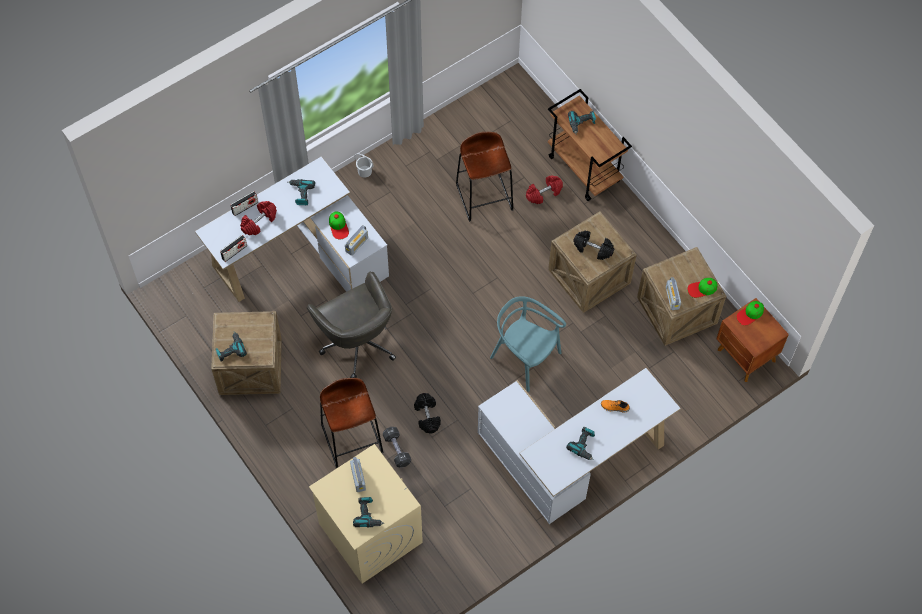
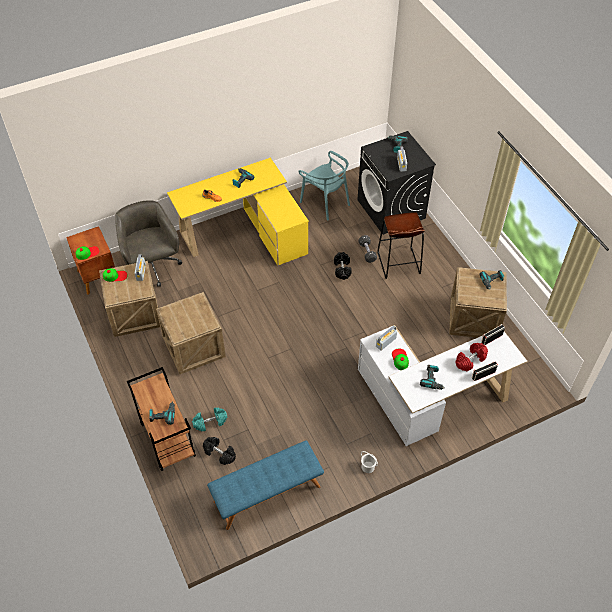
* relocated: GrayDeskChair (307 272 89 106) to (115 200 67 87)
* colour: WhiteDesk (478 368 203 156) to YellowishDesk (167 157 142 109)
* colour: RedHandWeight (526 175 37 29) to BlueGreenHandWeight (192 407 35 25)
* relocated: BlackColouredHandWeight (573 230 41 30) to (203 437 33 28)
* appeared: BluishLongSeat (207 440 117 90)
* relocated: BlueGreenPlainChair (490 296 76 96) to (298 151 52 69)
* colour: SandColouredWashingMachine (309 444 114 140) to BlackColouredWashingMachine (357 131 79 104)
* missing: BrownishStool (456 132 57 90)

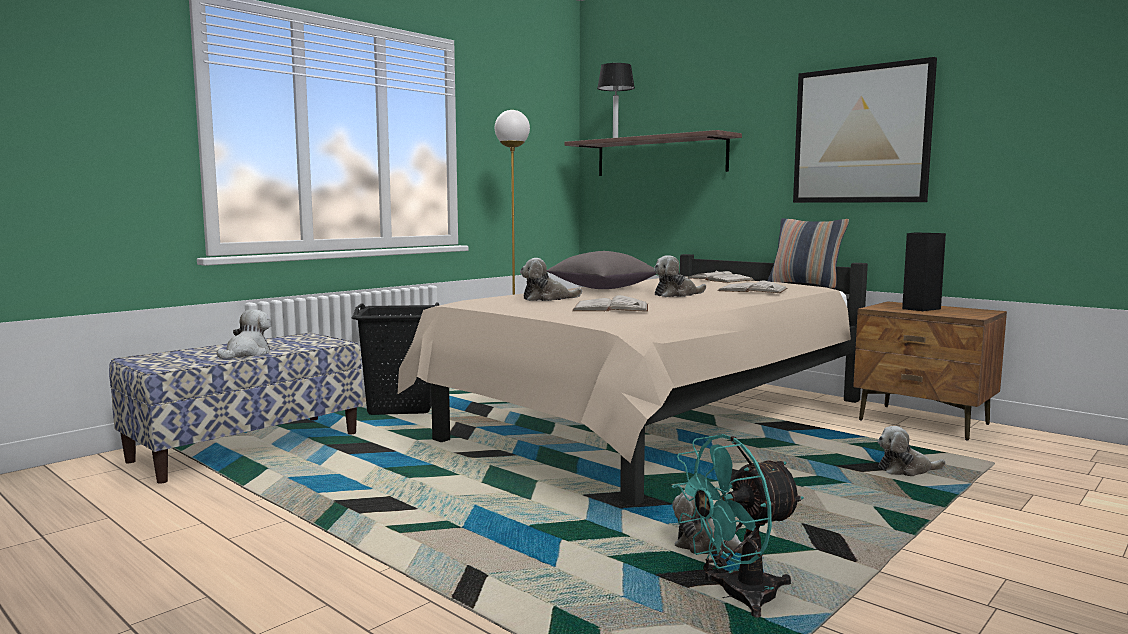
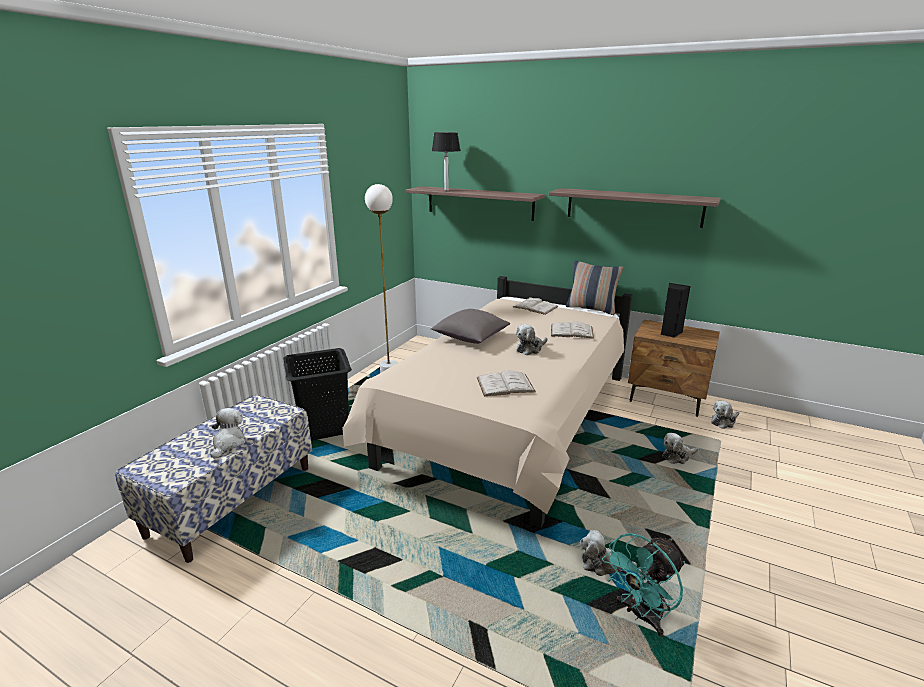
* exchanged: WallArt (793 57 144 146) to WallShelf (549 188 172 40)
* relocated: PlushToy (520 258 62 43) to (711 401 28 28)

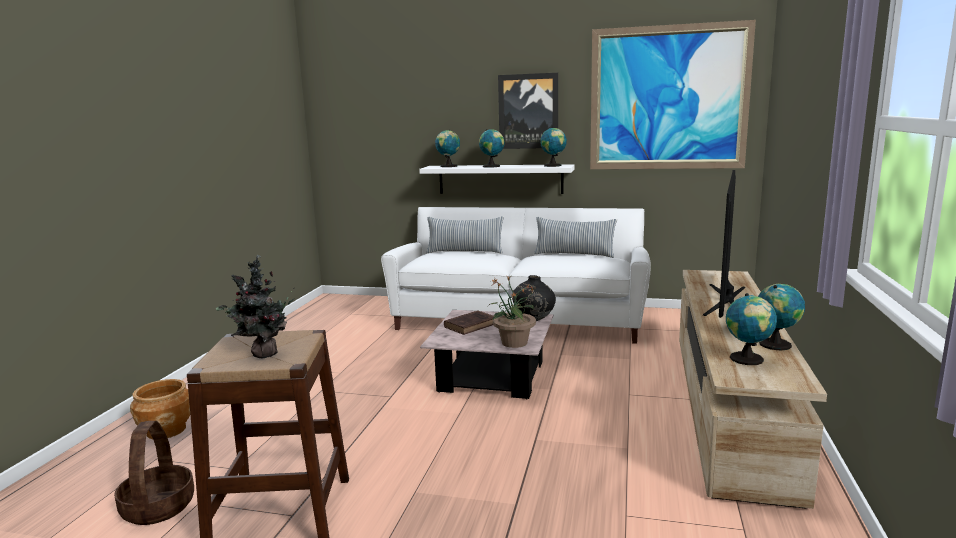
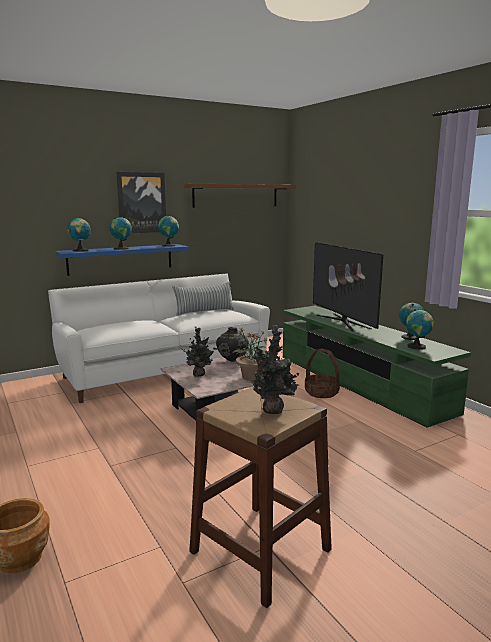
* colour: WhiteWallShelf (419 164 156 30) to BluishWallShelf (55 244 134 32)
* exchanged: BrownishBoundBook (444 310 50 25) to Houseplant (182 327 36 49)
* exchanged: WallArt (590 20 166 149) to BrownishWallShelf (184 184 112 24)
* colour: SandColouredMediaConsole (679 270 148 239) to GreenColouredMediaConsole (283 306 188 122)
* relocated: Basket (114 421 80 104) to (305 349 35 49)
* missing: Cushion (426 216 78 38)

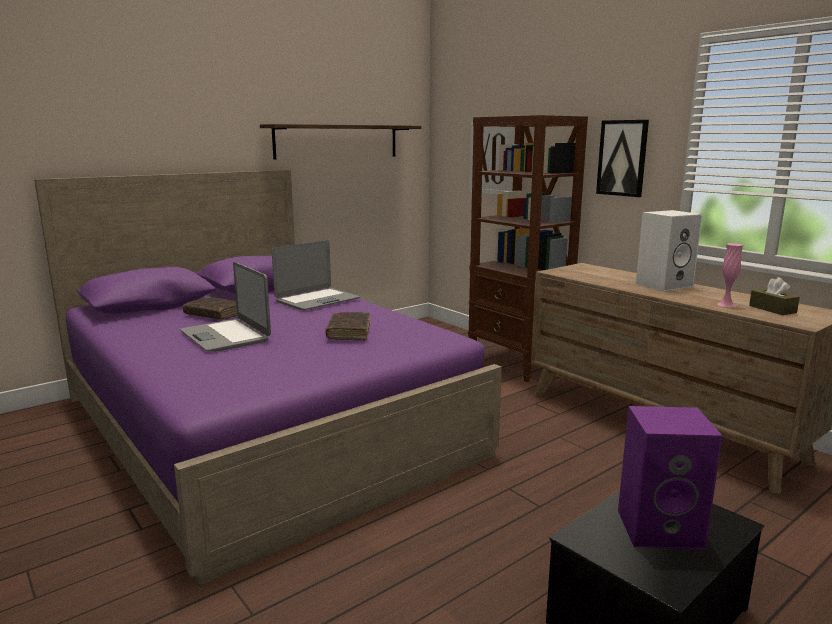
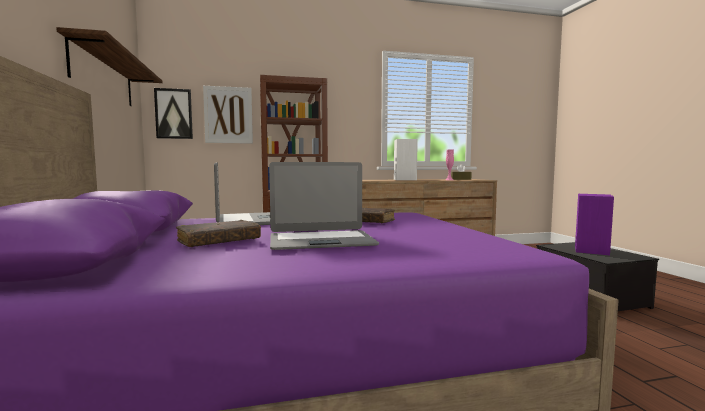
* relocated: WallArt (596 120 53 77) to (154 88 39 51)

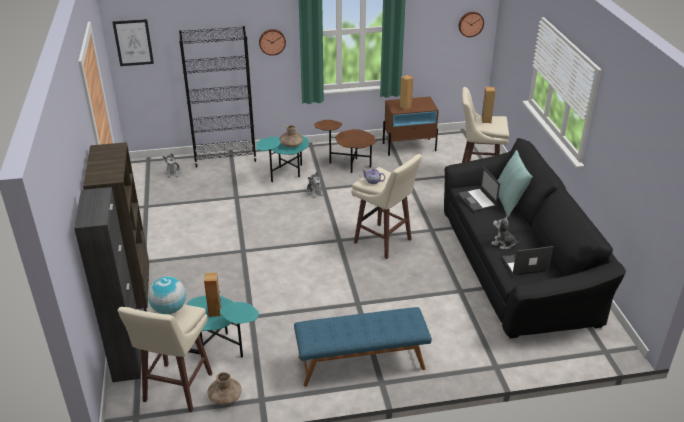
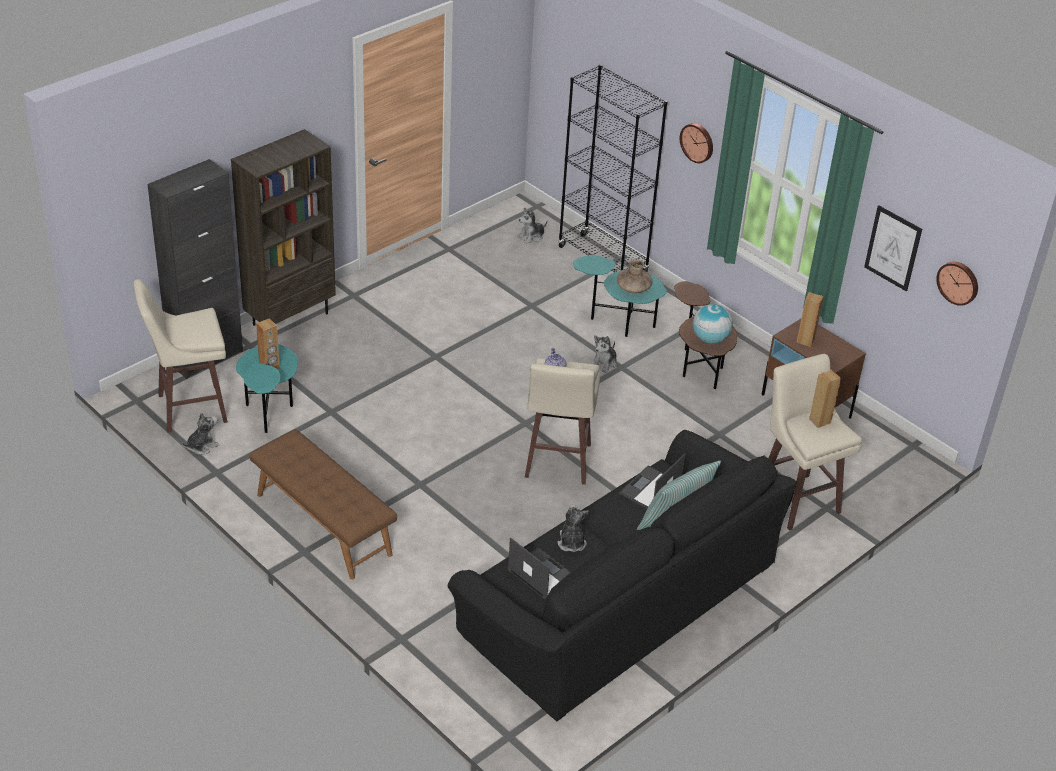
* exchanged: BrownishVase (207 372 35 33) to PlushToy (182 412 37 43)
* colour: BluishLongSeat (294 307 138 80) to BrownishLongSeat (249 429 148 150)
* relocated: WorldGlobe (148 276 38 38) to (693 304 40 40)
* relocated: WallArt (112 19 42 47) to (864 205 58 86)

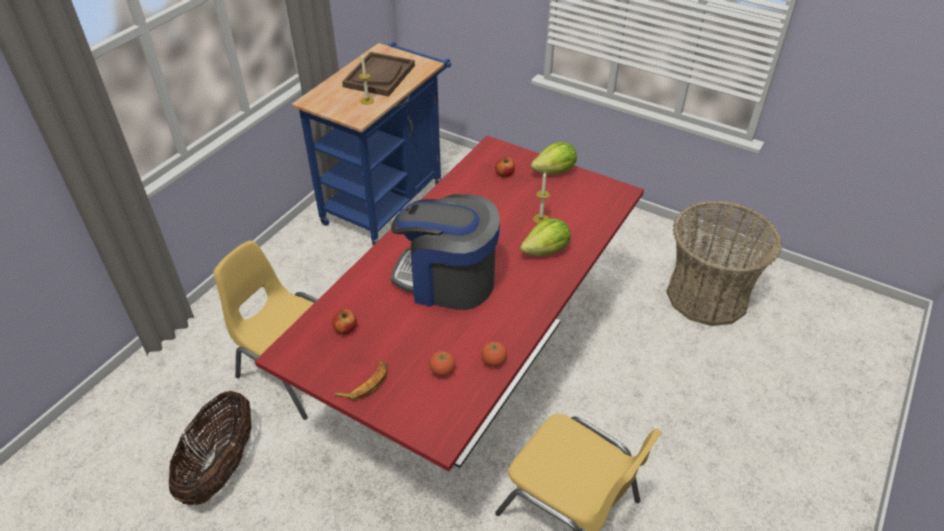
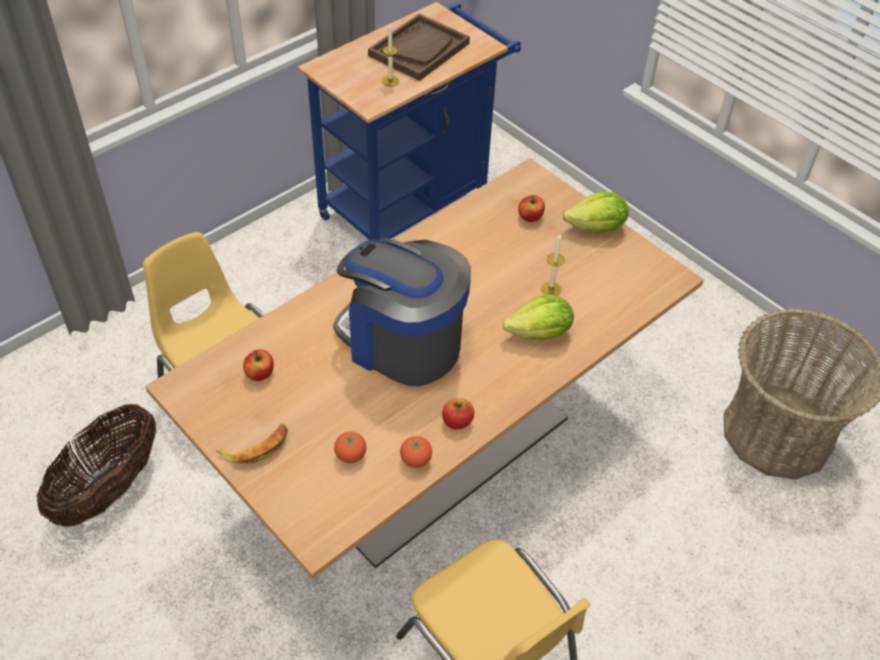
* colour: RedKitchenTable (255 136 389 336) to SandColouredKitchenTable (145 158 559 421)
* appeared: Apple (442 398 32 31)

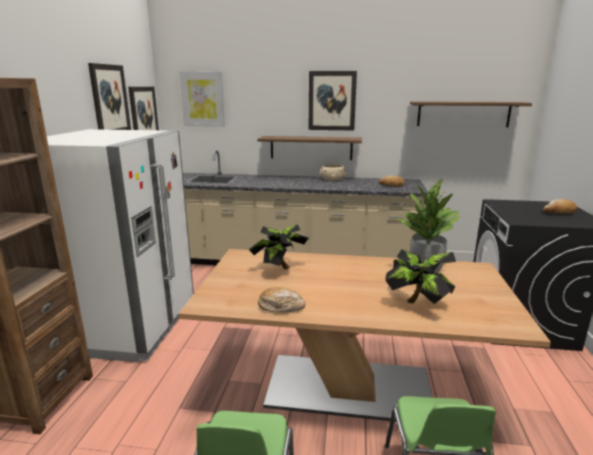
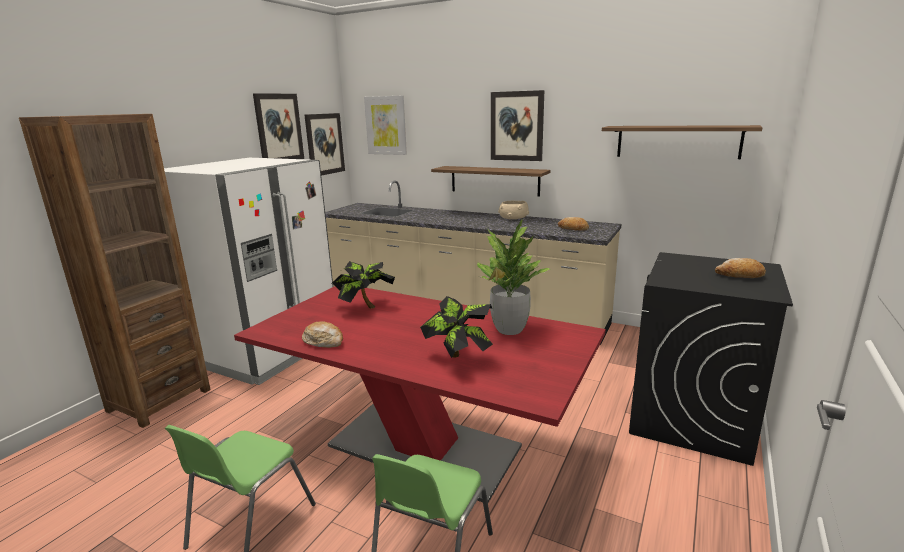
* colour: SandColouredKitchenTable (179 249 372 173) to RedKitchenTable (234 286 372 217)

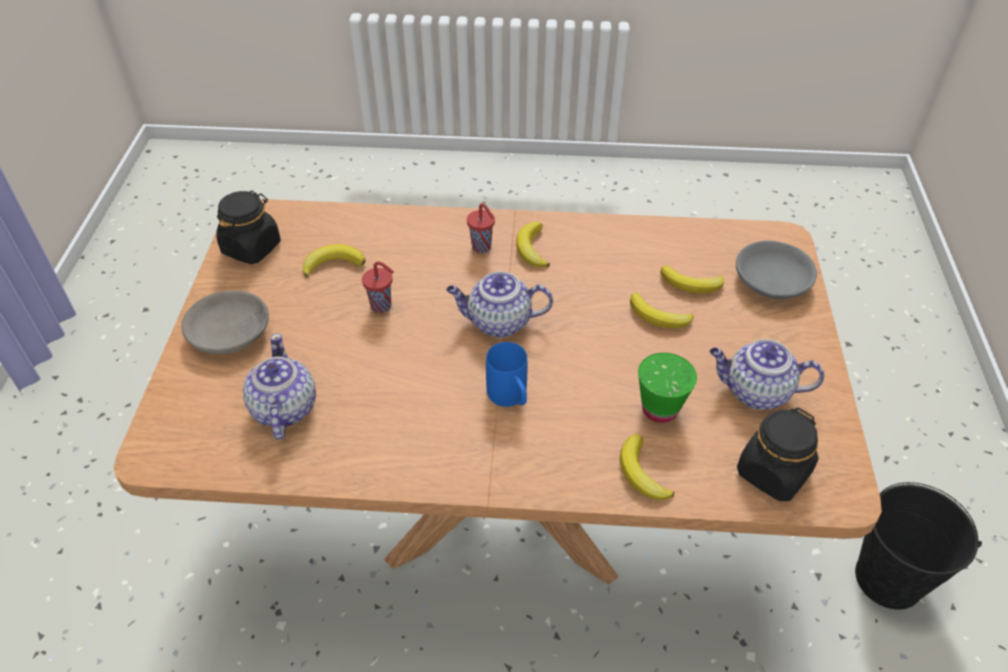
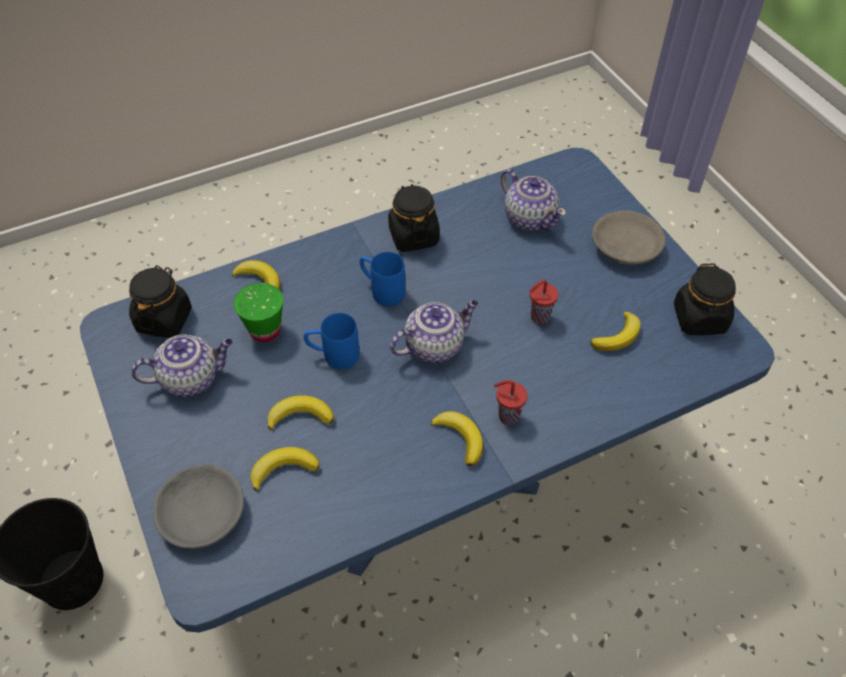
* colour: BrownishKitchenTable (114 199 768 386) to BluishKitchenTable (80 148 695 485)
* appeared: BluishTeaMug (304 313 55 56)
* appeared: BlackColouredStorageJar (388 184 52 68)

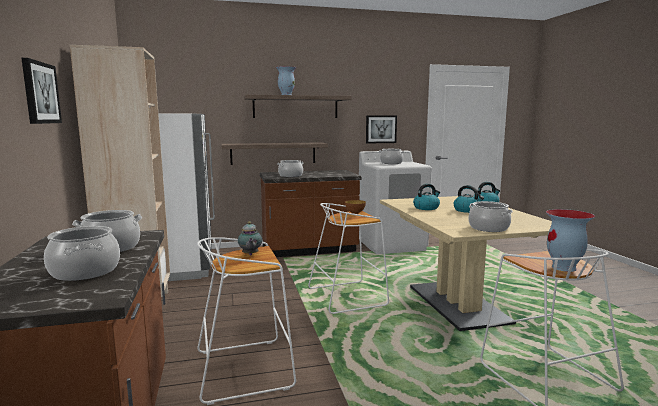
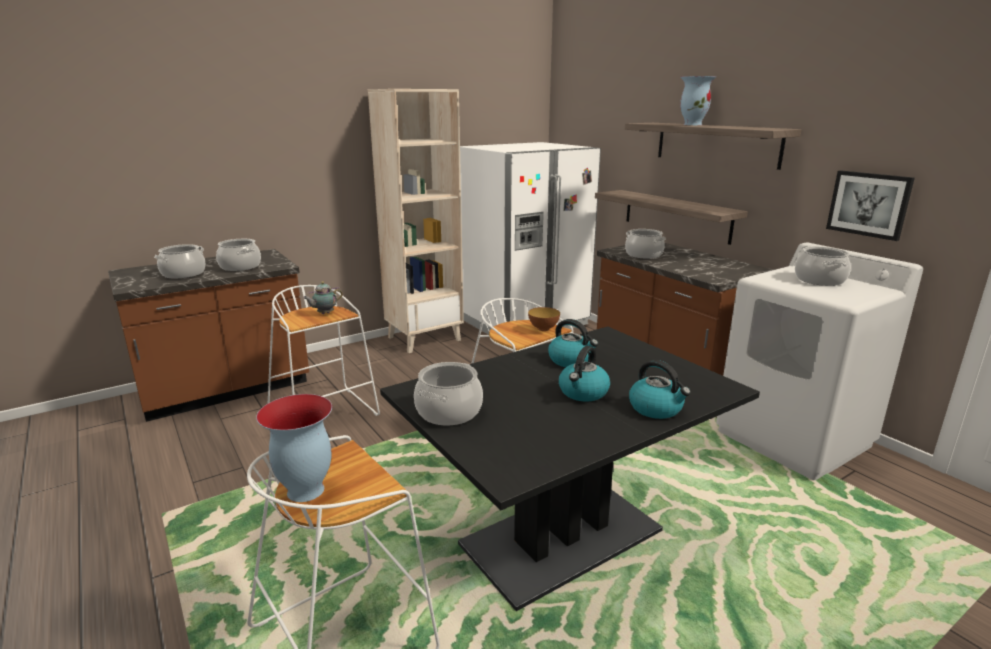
* colour: SandColouredKitchenTable (380 196 172 135) to BlackColouredKitchenTable (380 326 380 285)
* missing: WallArt (21 58 41 66)

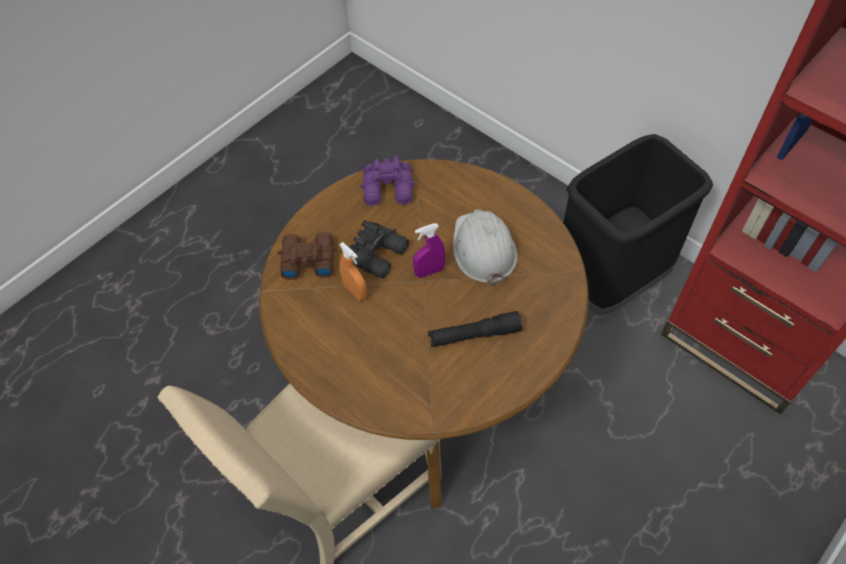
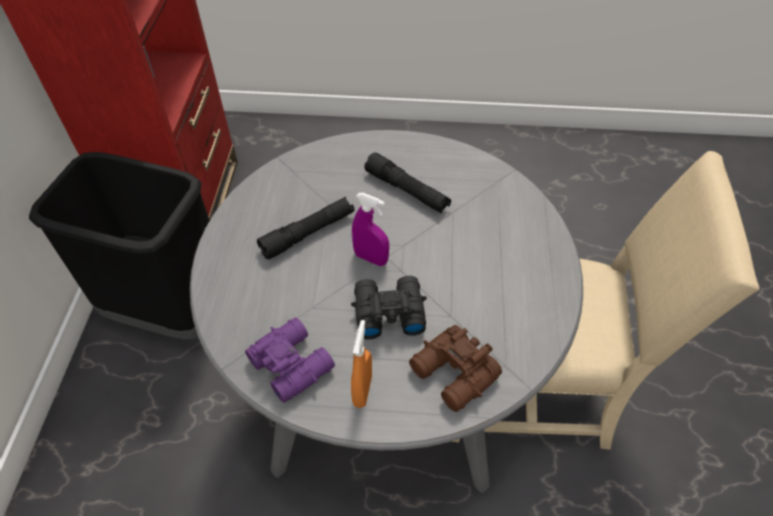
* colour: BrownishKitchenTable (259 159 330 349) to GrayKitchenTable (190 130 393 363)
* exchanged: WhiteWorkHelmet (453 209 64 77) to BlackColouredFlashlight (257 197 97 63)
* relocated: OrangeColouredSprayBottle (339 242 28 59) to (351 320 21 88)

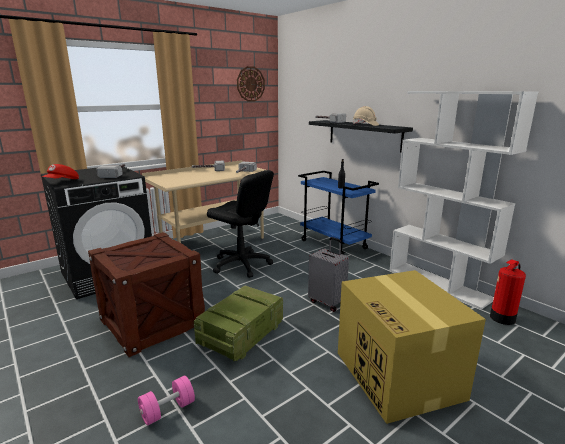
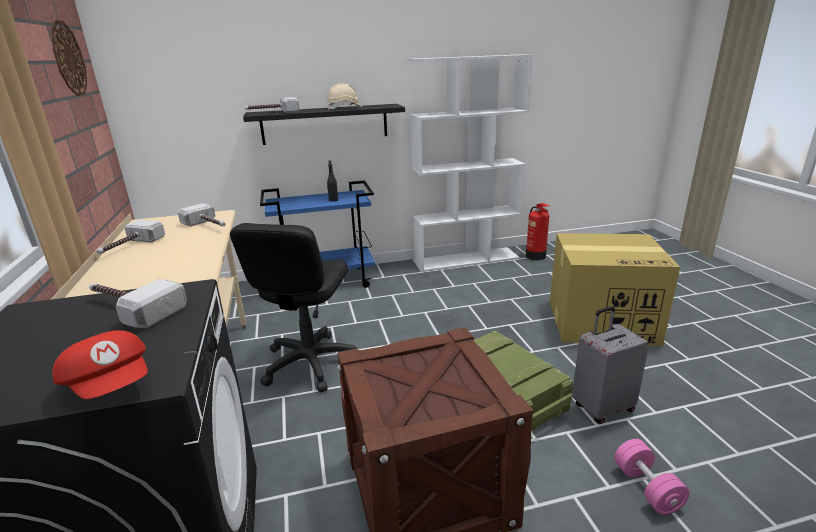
* spun: BlackColouredDeskChair (207 170 67 108) = (230 223 130 170) 135 degrees clockwise
* relocated: GraySuitcase (308 237 41 75) to (572 306 77 118)

